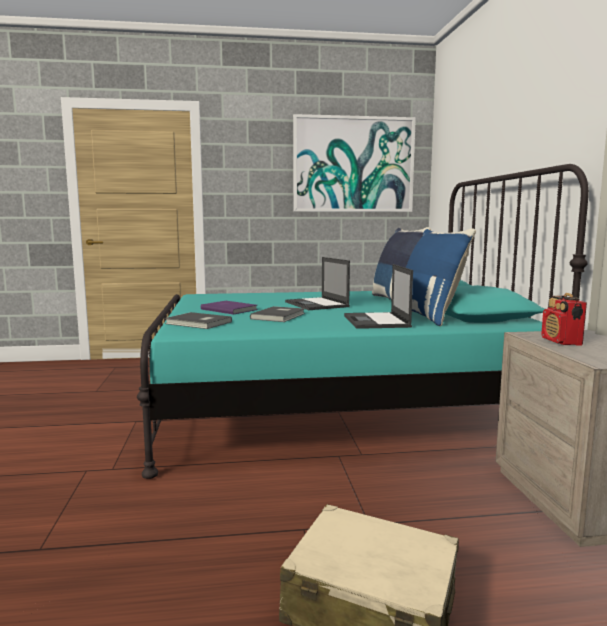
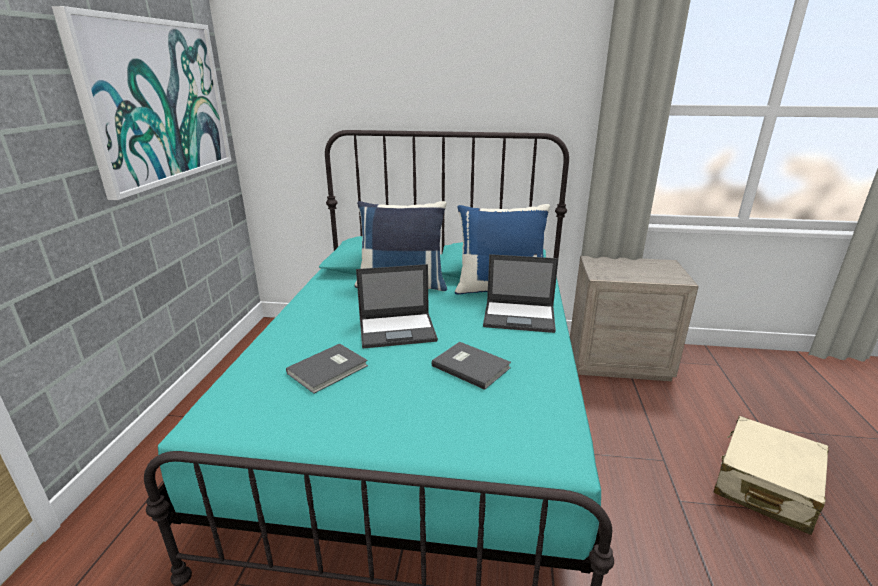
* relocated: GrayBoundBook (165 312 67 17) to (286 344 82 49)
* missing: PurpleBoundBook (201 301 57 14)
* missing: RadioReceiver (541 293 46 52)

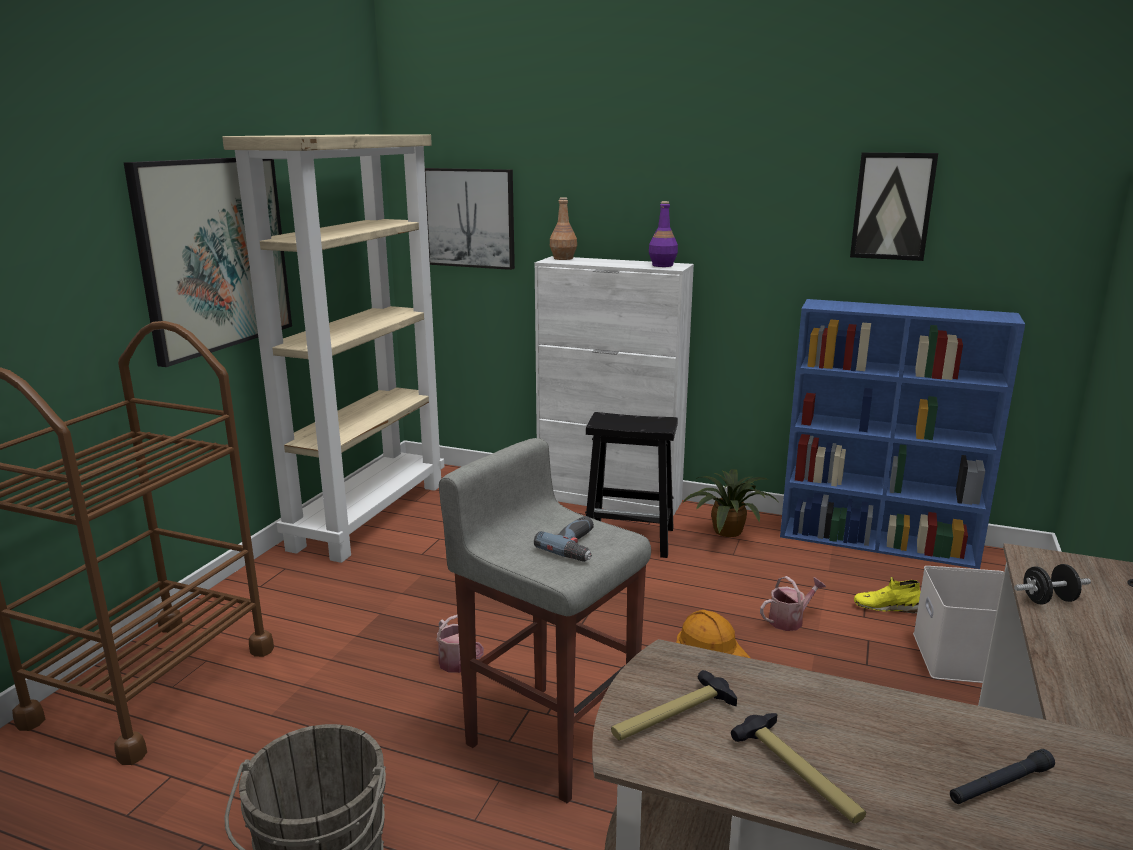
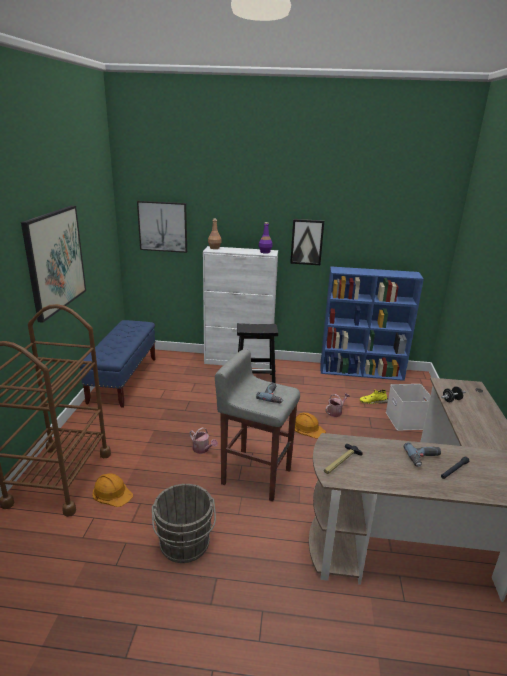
* exchanged: SandColouredBookshelf (222 134 222 429) to BluishLongSeat (80 320 76 88)
* appeared: OrangeColouredWorkHelmet (92 473 41 34)
* relocated: WallArt (850 152 88 109) to (290 219 34 46)
* appeared: ElectricDrill (403 442 38 25)
* missing: Houseplant (683 469 95 68)
* missing: HandHammer (731 713 135 111)

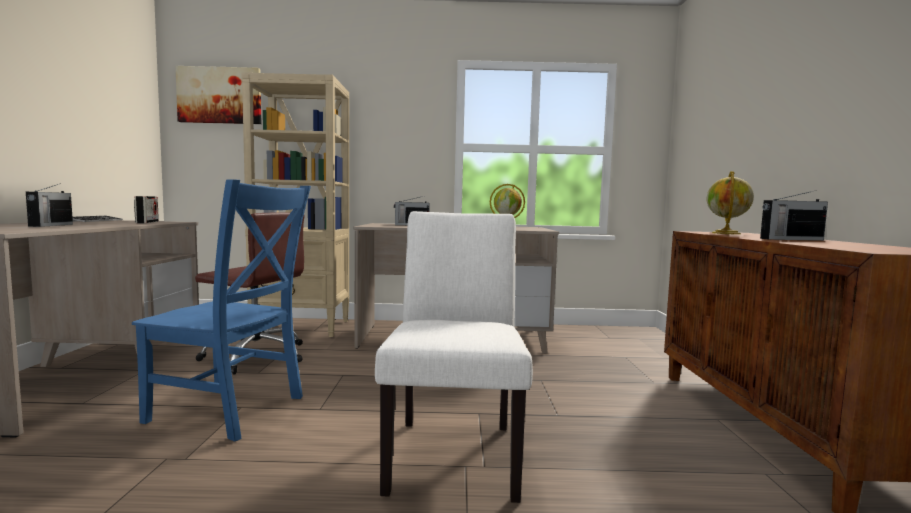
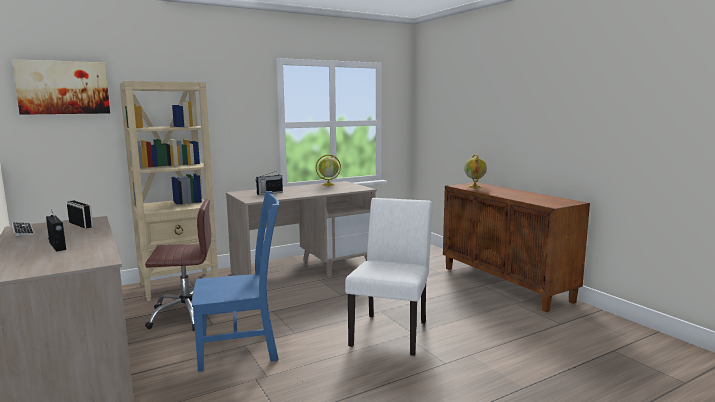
* spun: WhitePlainChair (375 211 158 292) = (345 198 88 158) 45 degrees clockwise
* missing: RadioReceiver (760 190 68 51)

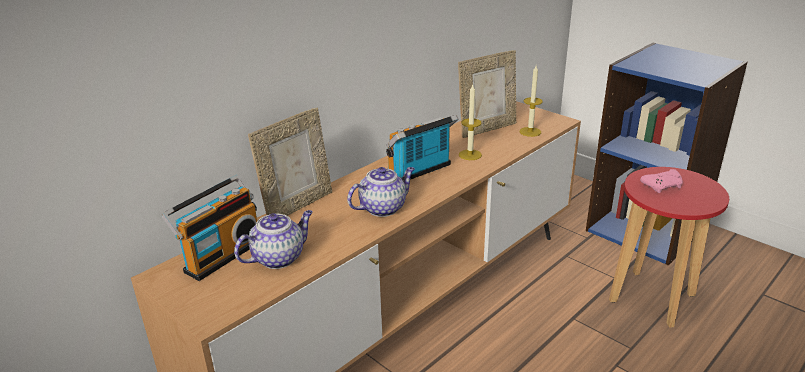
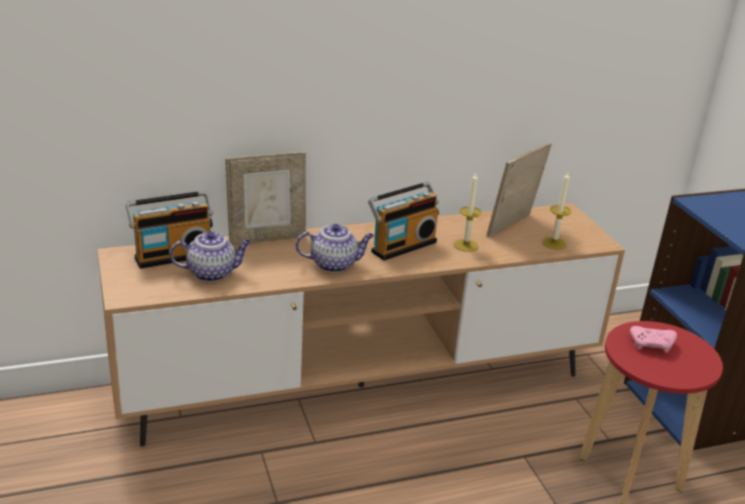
* spun: RadioReceiver (386 115 73 65) = (368 182 71 79) 150 degrees clockwise
* spun: PictureFrame (458 50 58 88) = (487 142 65 95) 135 degrees clockwise

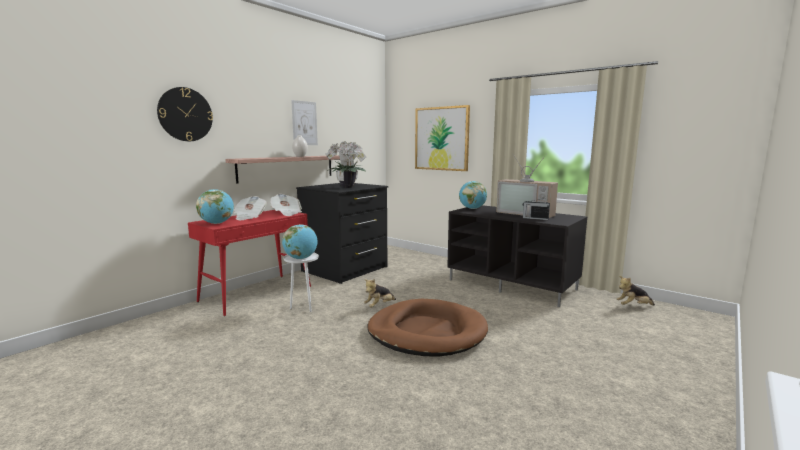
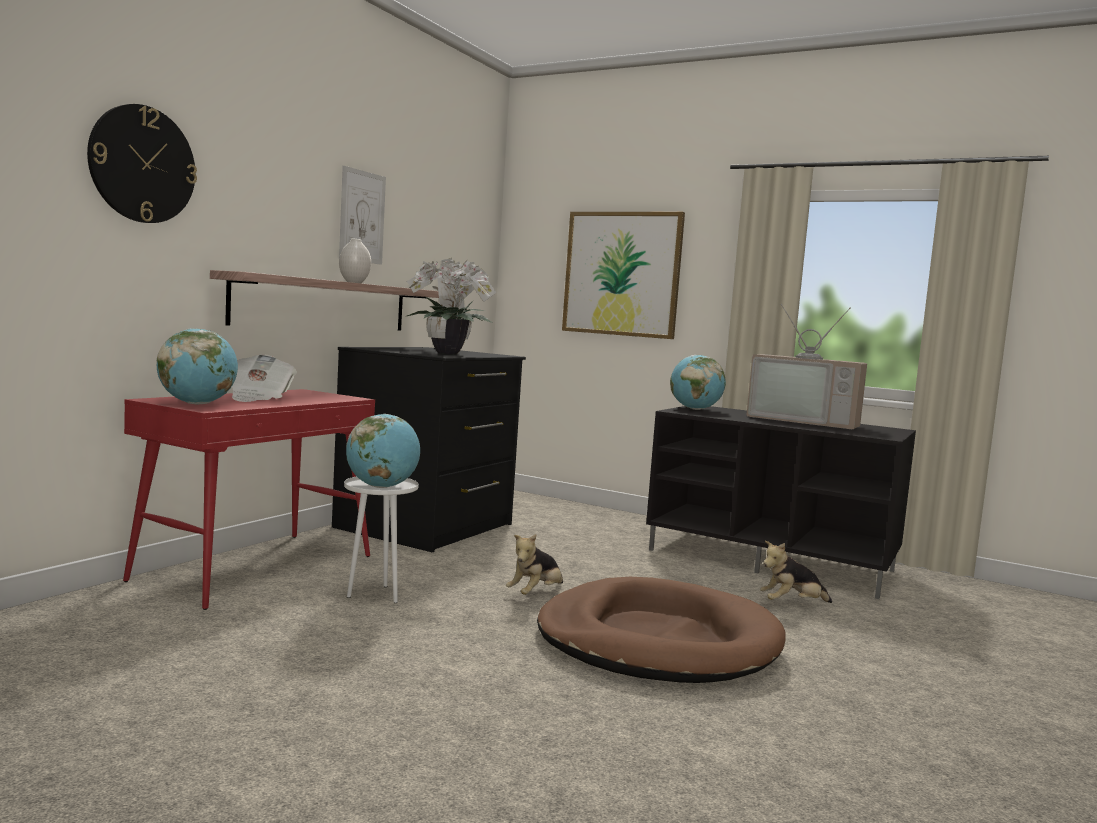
* relocated: PlushToy (616 276 39 30) to (760 541 72 62)
* missing: PrintedPaper (270 194 32 22)
* missing: RadioReceiver (523 198 27 22)

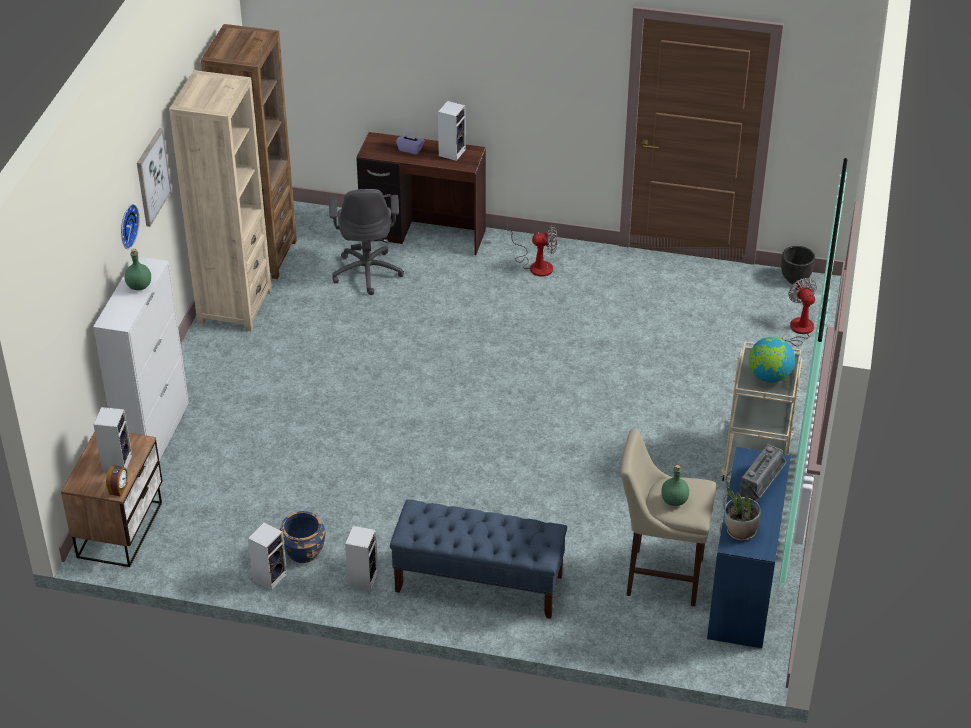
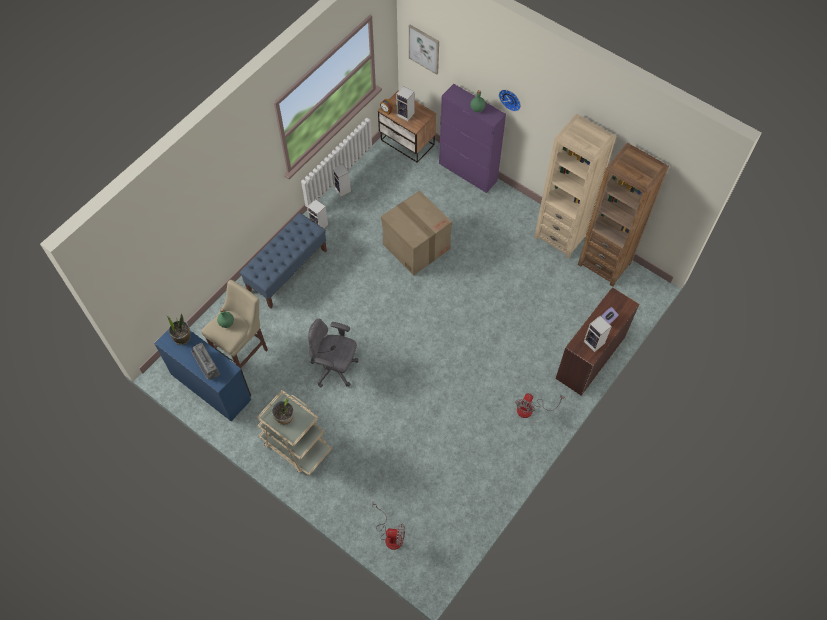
* exchanged: WorldGlobe (749 337 46 46) to Houseplant (272 398 22 27)
* relocated: GrayDeskChair (329 189 75 106) to (308 319 51 68)
* appeared: PackingBox (381 190 71 85)
* relocated: WallArt (137 128 35 99) to (409 25 30 50)
* colour: WhiteCabinet (93 257 96 204) to PurpleCabinet (439 84 67 109)
* missing: BluishPlantPot (280 511 45 52)
* missing: BlackColouredPlantPot (781 246 34 38)

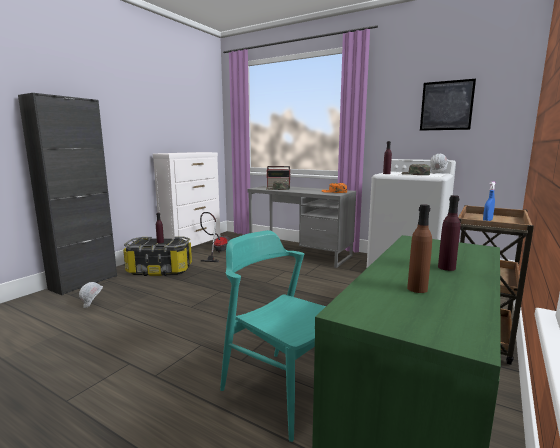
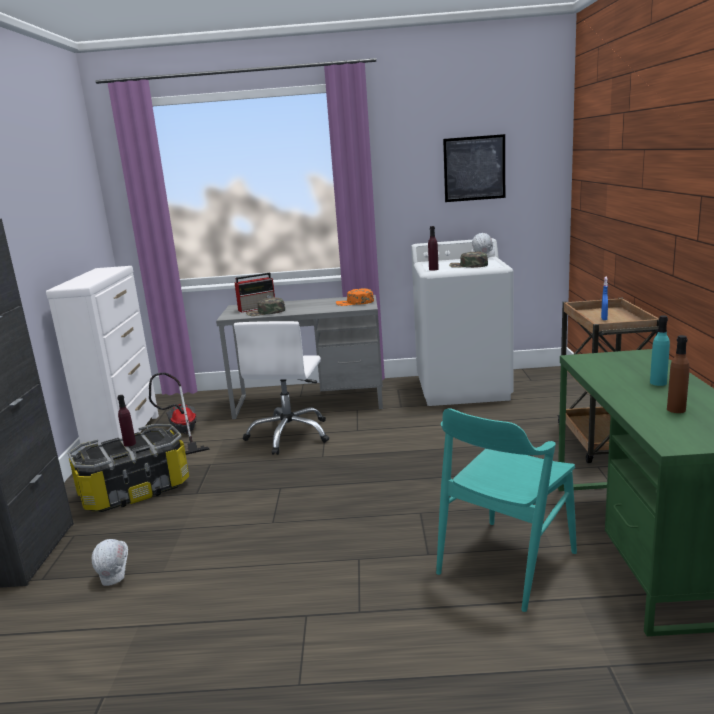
* appeared: WhiteDeskChair (234 321 95 134)
* spun: BlueGreenPlainChair (220 230 106 212) = (436 409 141 203) 60 degrees counterclockwise
* colour: PurpleDrinkBottle (438 195 23 76) to BlueGreenDrinkBottle (650 315 20 71)

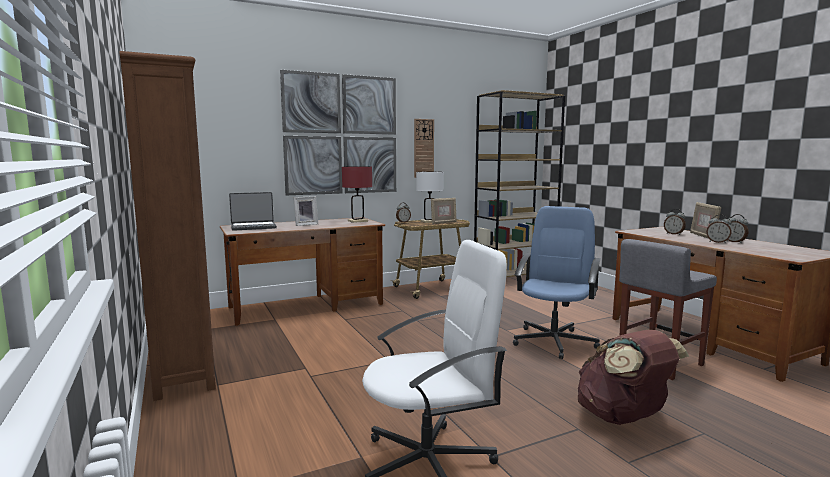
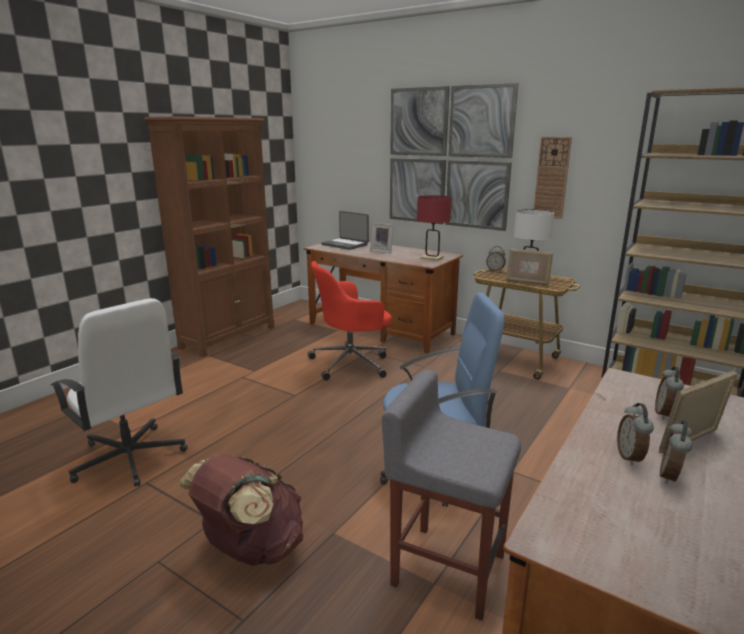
* appeared: RedDeskChair (308 261 84 120)

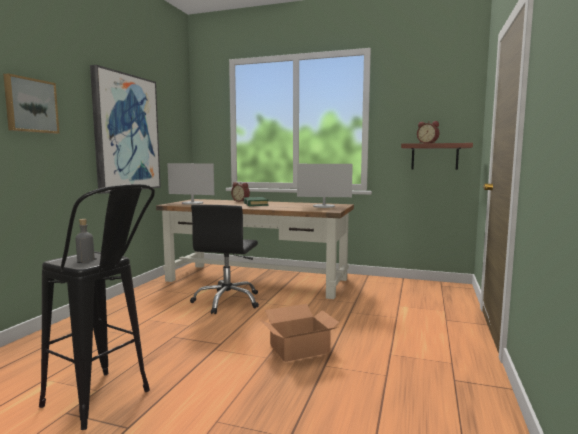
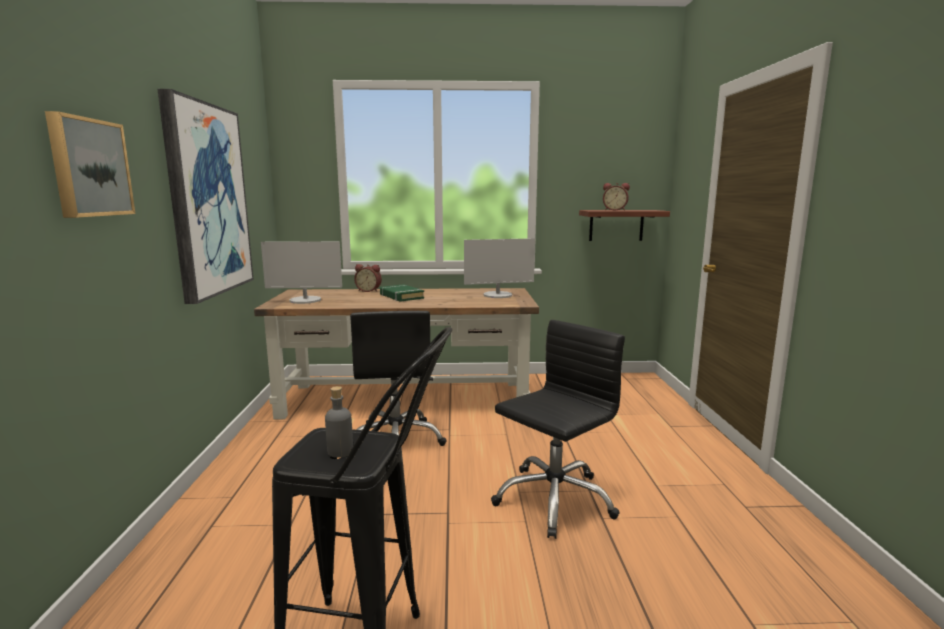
* exchanged: PackingBox (261 304 78 58) to BlackColouredDeskChair (491 320 134 219)

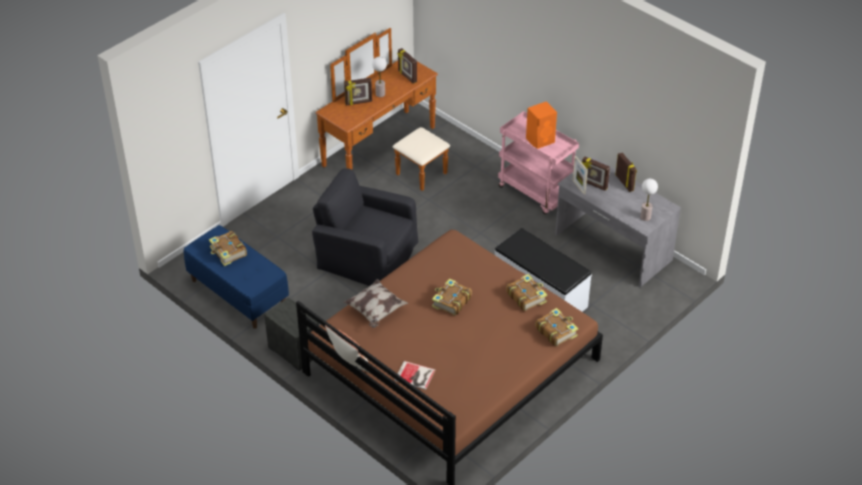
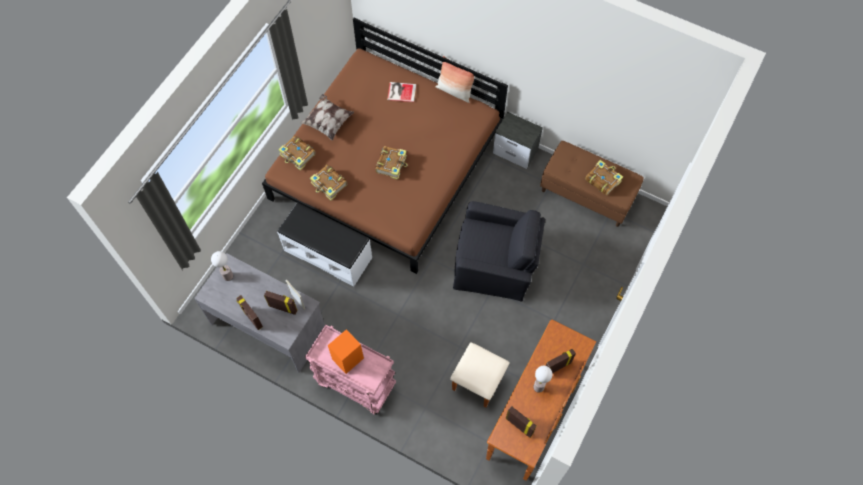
* relocated: Cushion (343 279 65 49) to (300 94 54 47)
* colour: BluishLongSeat (184 225 105 104) to BrownishLongSeat (540 141 104 86)

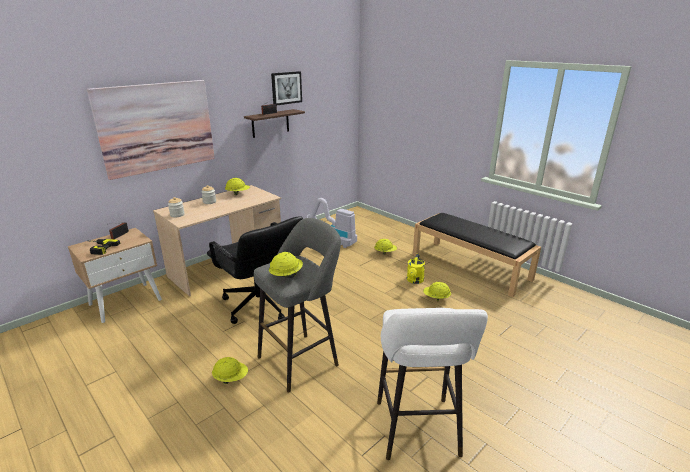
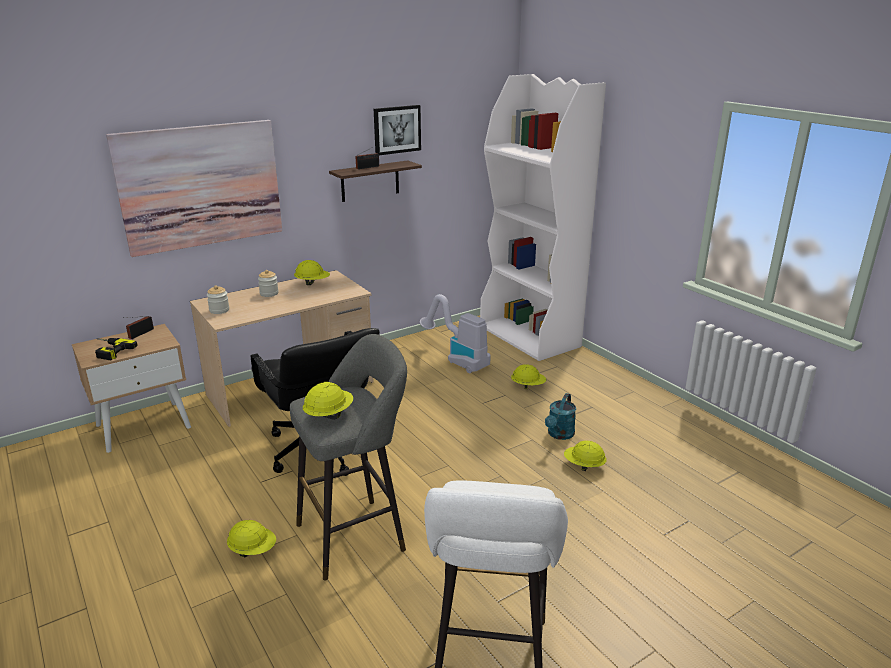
* appeared: WhiteBookshelf (480 74 126 287)
* colour: YellowishSprinklingCan (407 254 18 30) to BlueGreenSprinklingCan (545 393 31 47)
* missing: BlackColouredLongSeat (413 213 128 84)

